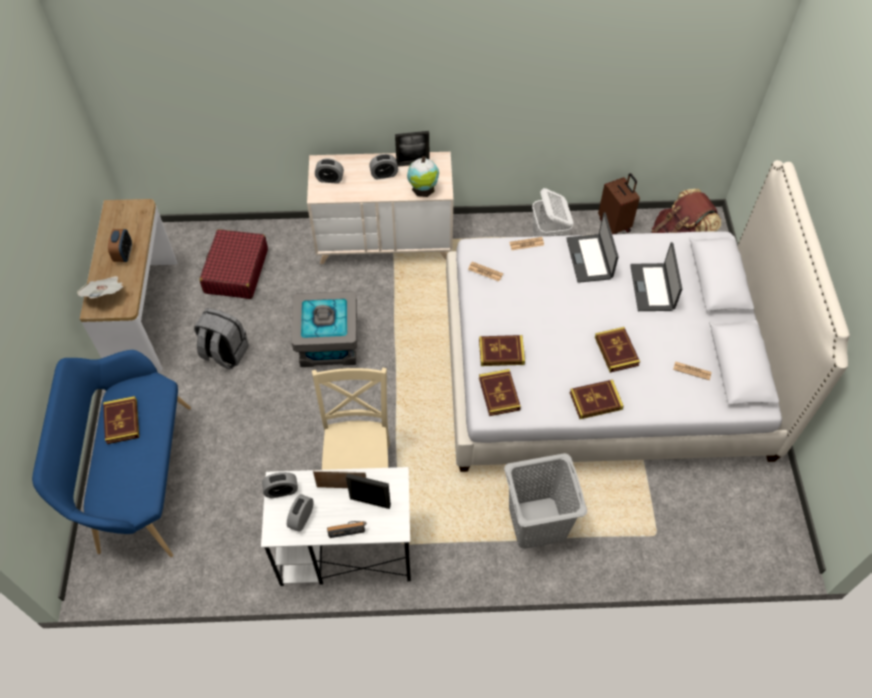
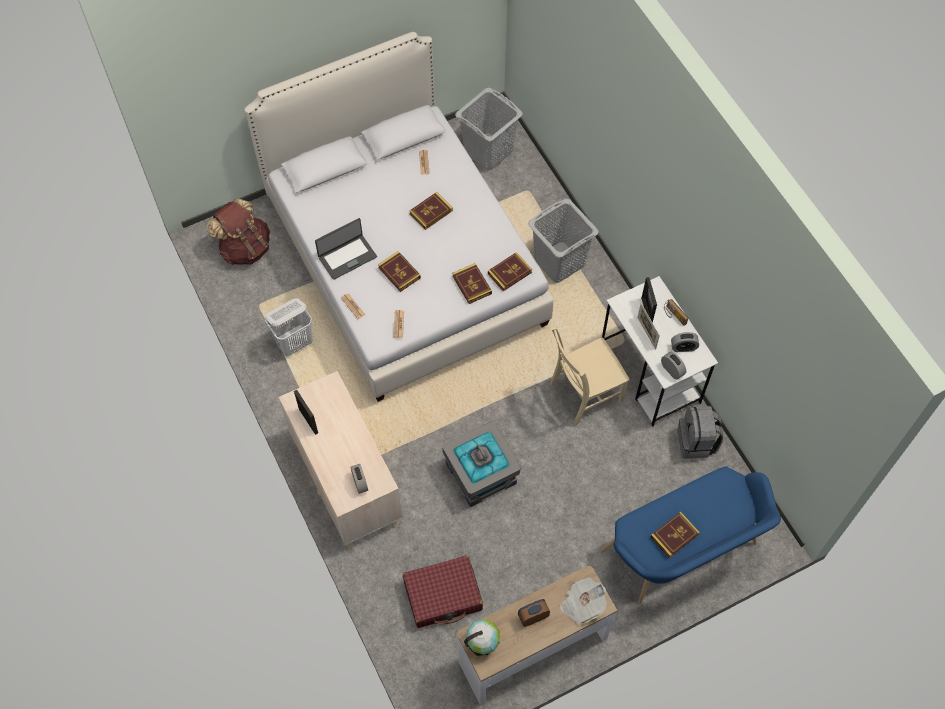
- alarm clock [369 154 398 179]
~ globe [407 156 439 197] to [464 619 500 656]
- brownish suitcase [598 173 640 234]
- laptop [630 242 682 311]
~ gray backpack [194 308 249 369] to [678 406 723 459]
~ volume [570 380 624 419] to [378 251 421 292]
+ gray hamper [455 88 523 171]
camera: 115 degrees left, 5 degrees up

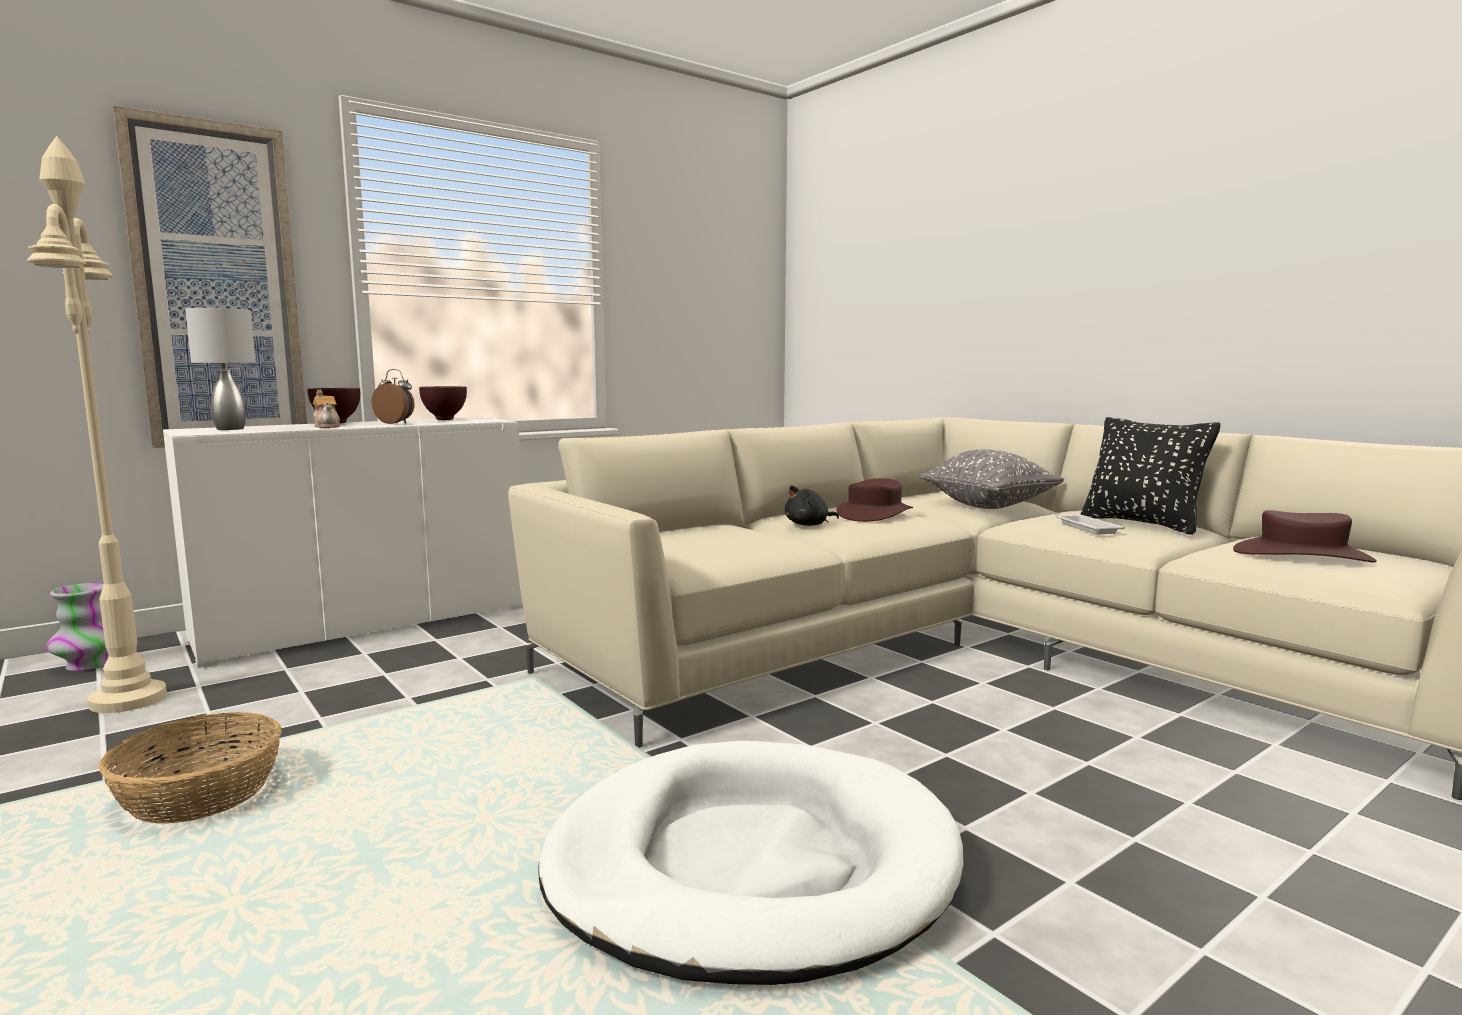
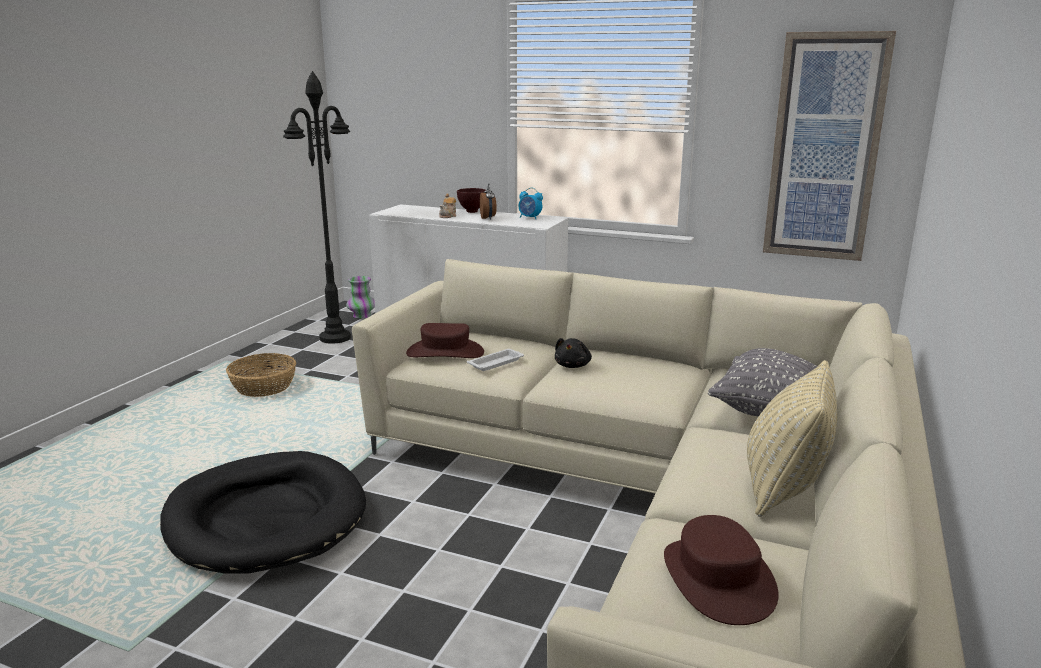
~ wall art [112 105 307 448] to [763 31 896 261]
~ sand-coloured standard lamp [27 136 167 713] to black standard lamp [283 71 351 344]
- gray tabletop lamp [185 307 256 430]
~ brownish serving bowl [419 386 467 420] to alarm clock [518 188 543 219]
~ black throw pillow [1081 417 1220 535] to sand-coloured throw pillow [747 360 837 517]
~ brownish wearable hat [836 478 913 522] to [406 323 484 358]
~ black soft toy [785 485 839 526] = [555 338 592 368] 105 degrees counterclockwise
~ white-coloured serving tray [1056 515 1125 534] to [467 349 524 371]
~ white-coloured dog bed [538 741 963 985] to black dog bed [160 451 366 574]
camera: 60 degrees right, 10 degrees up

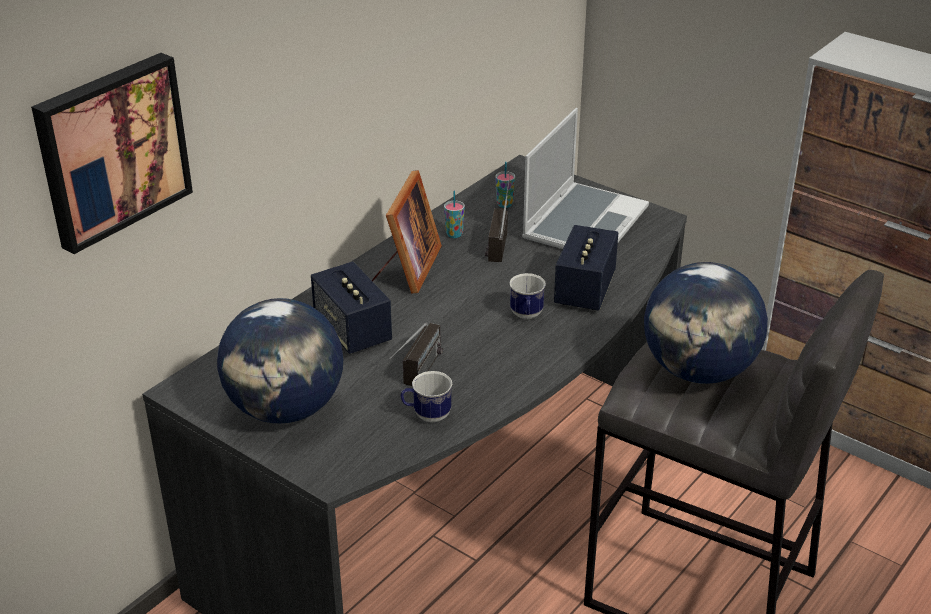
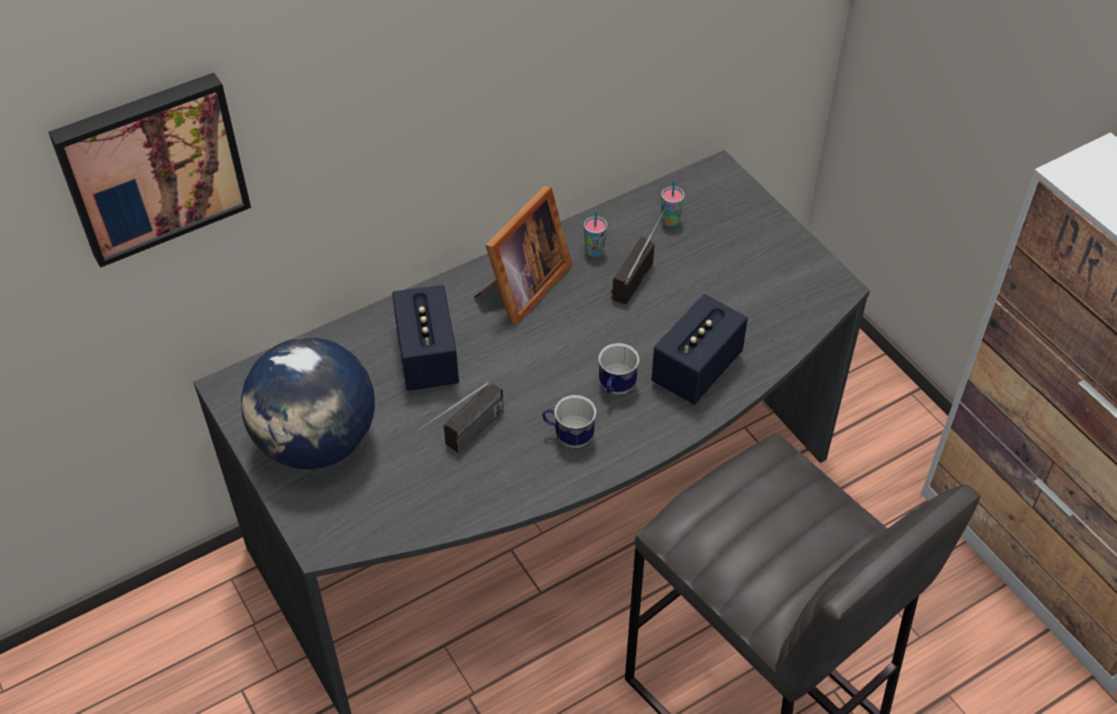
- laptop [522 108 649 249]
- globe [644 262 768 384]
~ tea mug [401 371 452 422] to [542 395 596 448]
camera: 20 degrees right, 15 degrees up

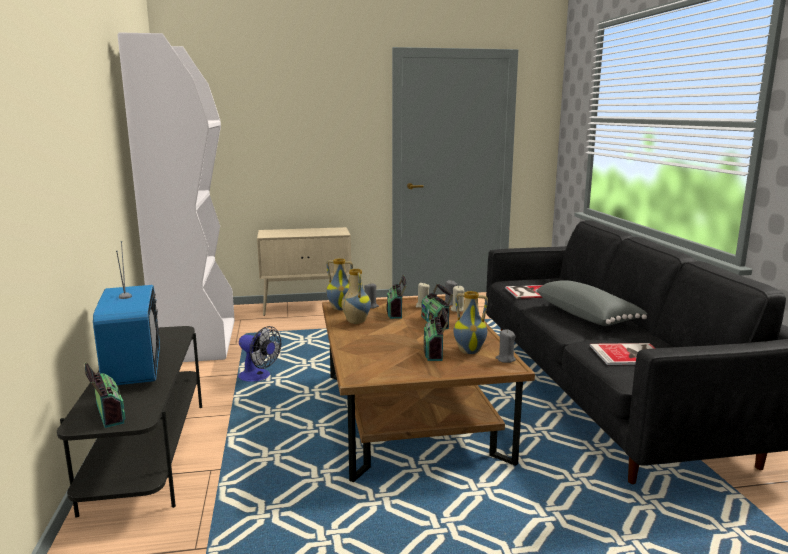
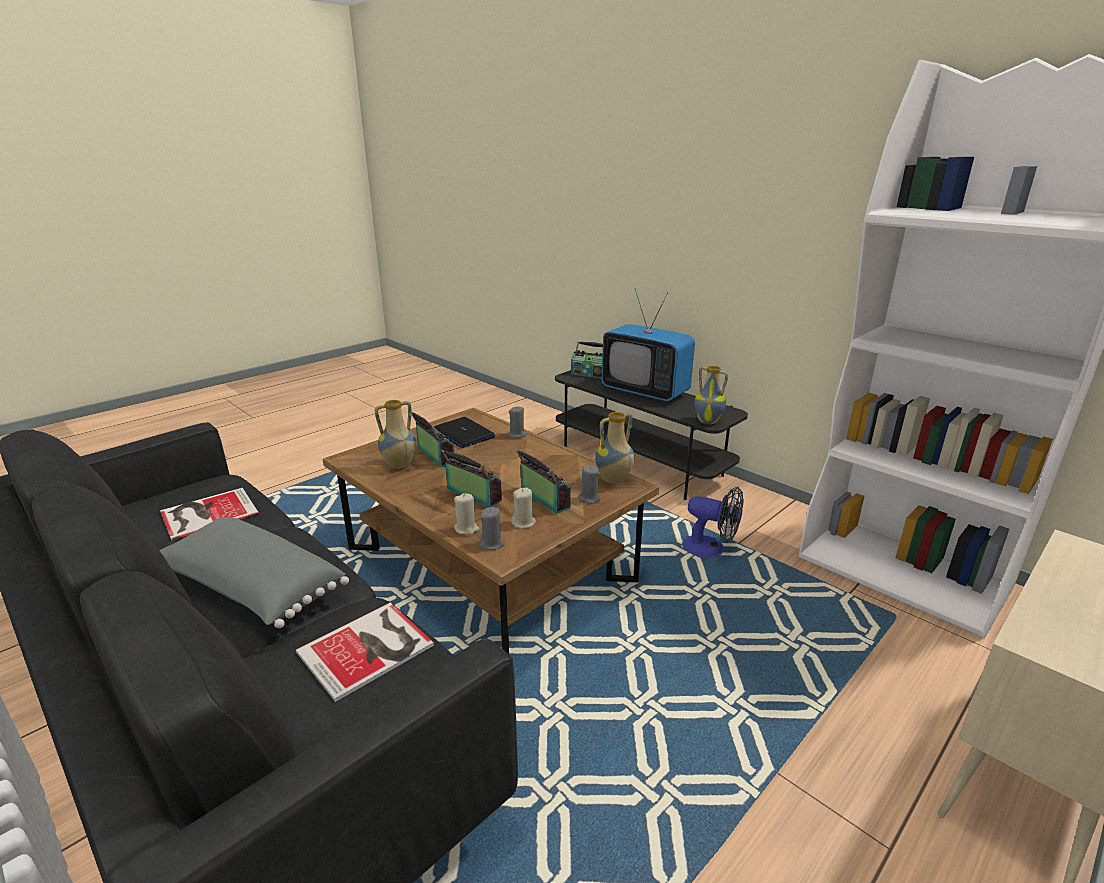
~ decorative vase [341 269 371 324] to [694 366 728 424]
~ electric fan [238 326 281 382] = [682 487 744 558] 150 degrees counterclockwise
~ gray candle [496 329 516 363] to [508 406 527 438]
+ laptop [434 417 495 448]
camera: 145 degrees right, 10 degrees up

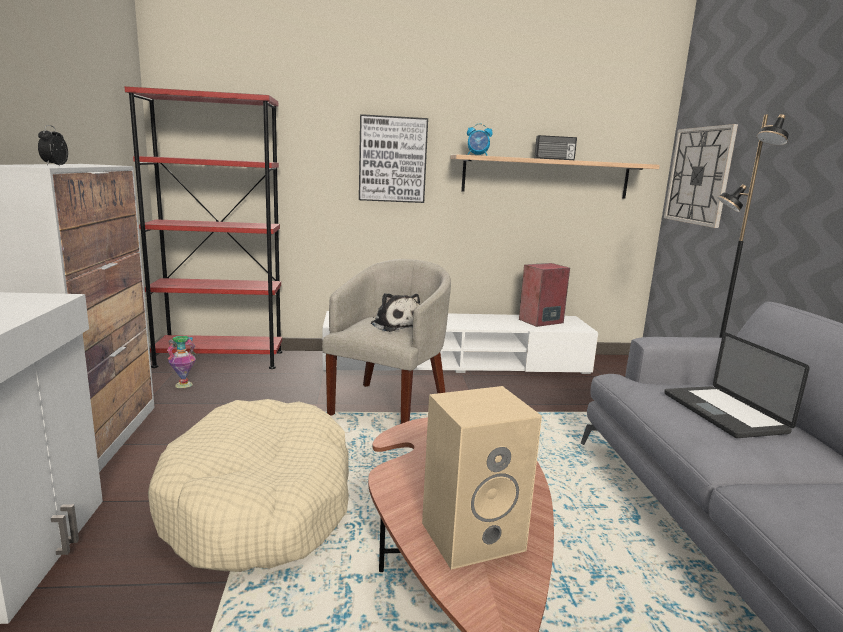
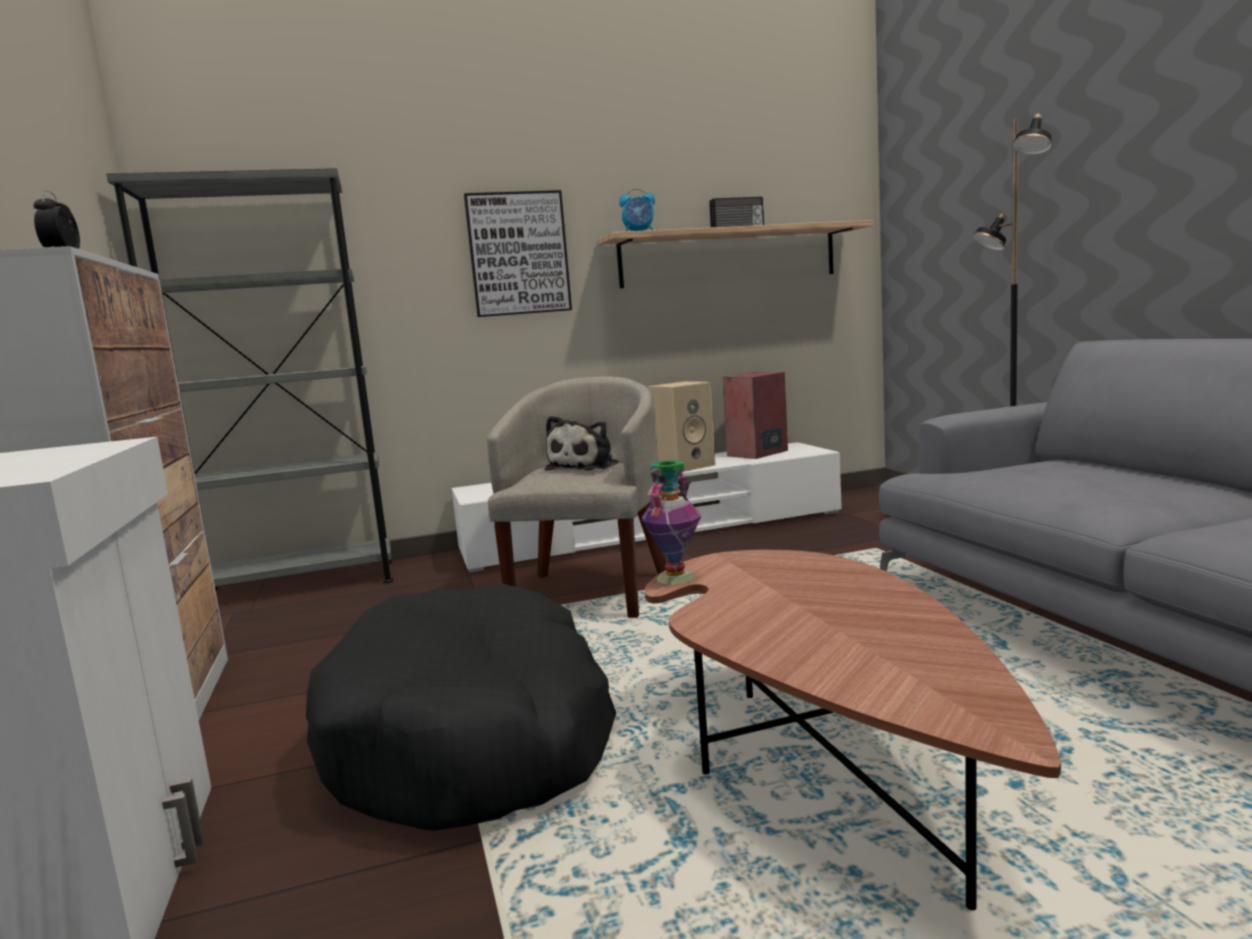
~ red shelving unit [124 86 282 369] to gray shelving unit [106 168 393 590]
- hanging clock [664 124 738 228]
~ soft toy [371 293 420 332] = [545 416 618 471] 75 degrees clockwise
- laptop [664 332 810 438]
~ decorative vase [167 336 196 388] to [642 460 701 585]
~ sand-coloured loudspeaker [422 386 542 570] to [647 381 716 472]
~ sand-coloured dog bed [148 399 349 572] to black dog bed [306 584 616 831]
camera: 10 degrees left, 5 degrees down

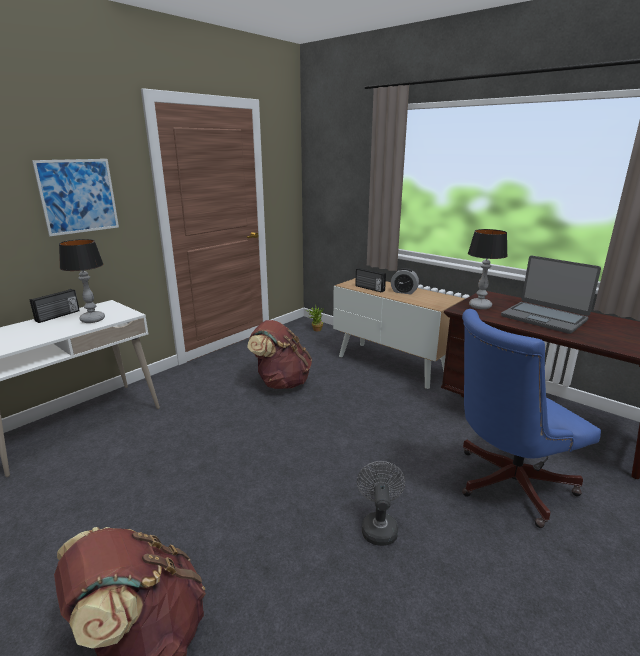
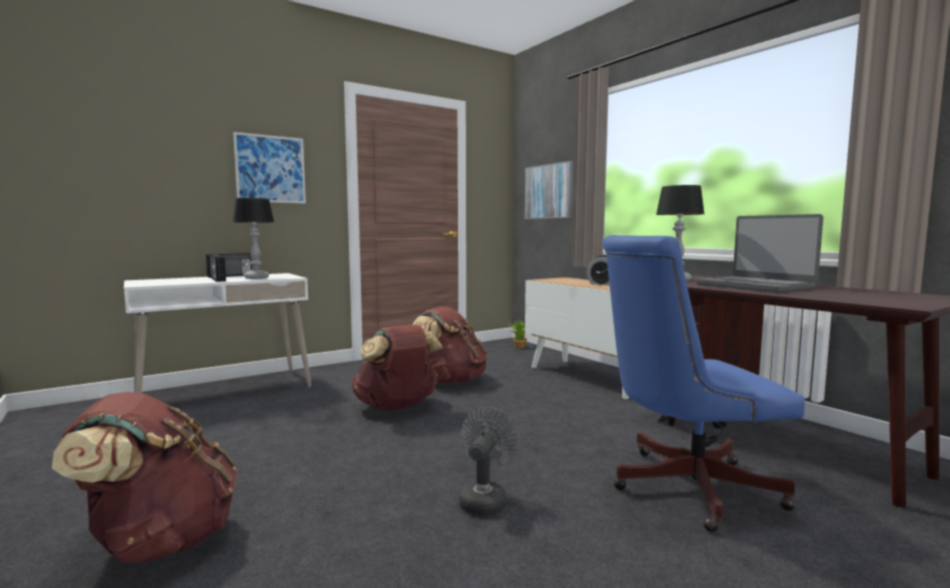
~ radio receiver [355 268 386 293] to [210 255 226 282]
+ wall art [525 161 573 219]
+ brownish backpack [352 324 443 410]
camera: 15 degrees right, 15 degrees down

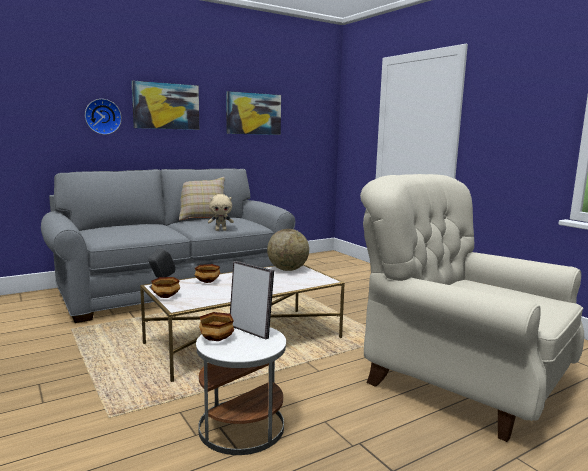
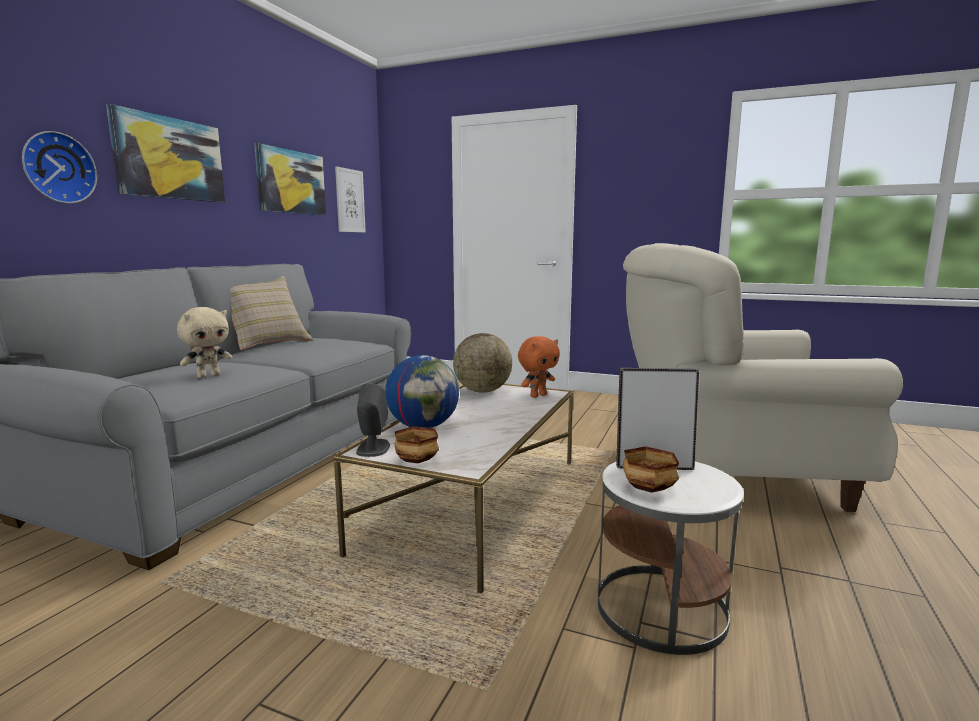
~ sand-coloured soft toy [208 194 234 231] to [177 307 232 378]
~ serving bowl [195 264 220 283] to globe [385 355 459 428]
+ wall art [335 166 366 233]
+ orange-coloured soft toy [518 336 560 398]
camera: 35 degrees left, 0 degrees up

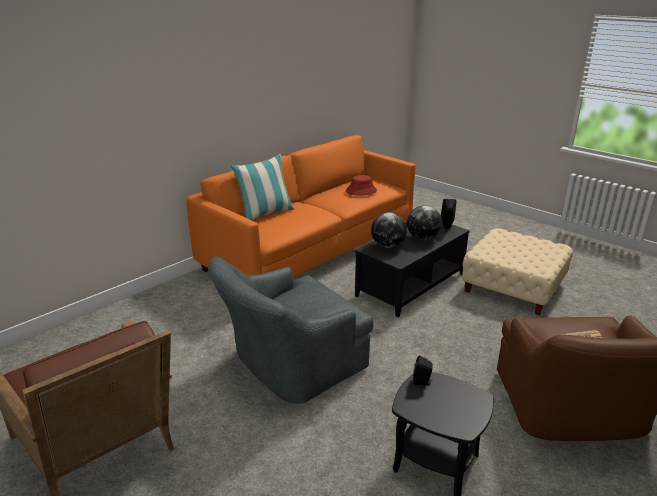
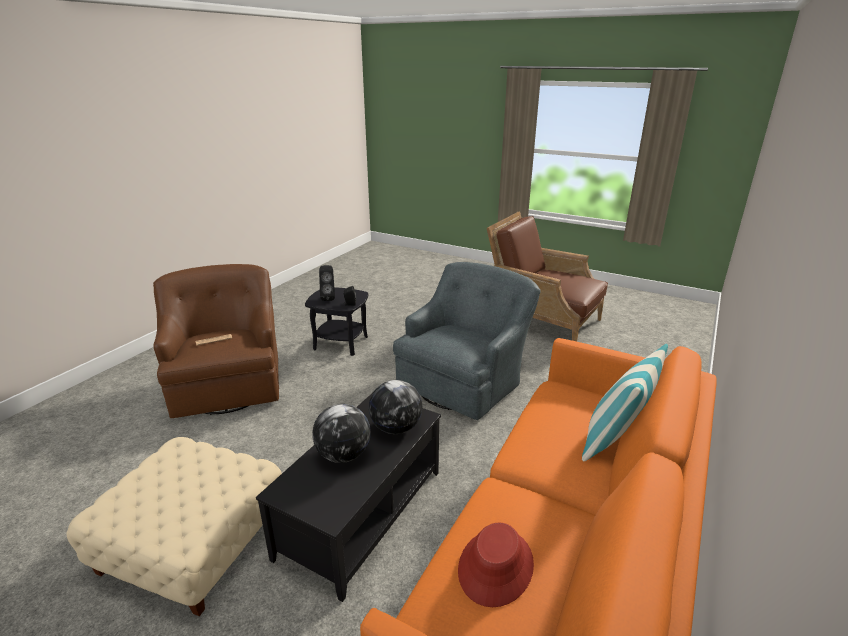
~ black loudspeaker [441 199 457 229] to [319 265 335 301]
camera: 165 degrees right, 0 degrees up

